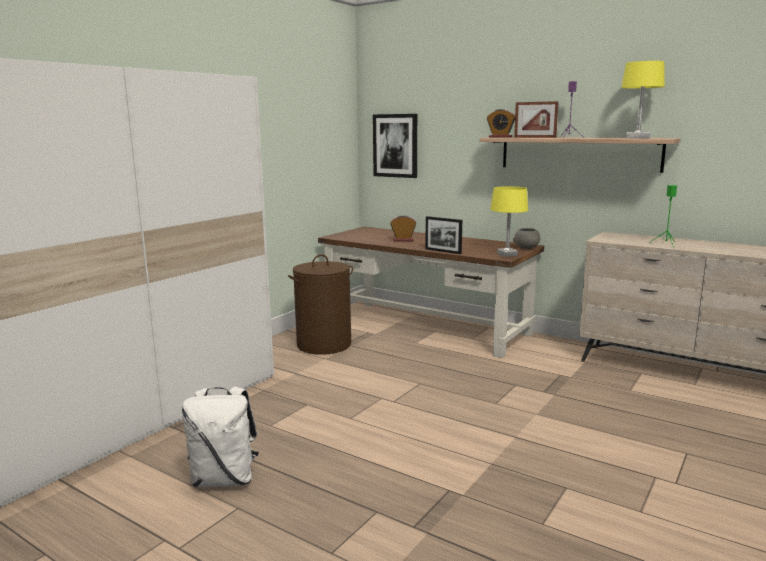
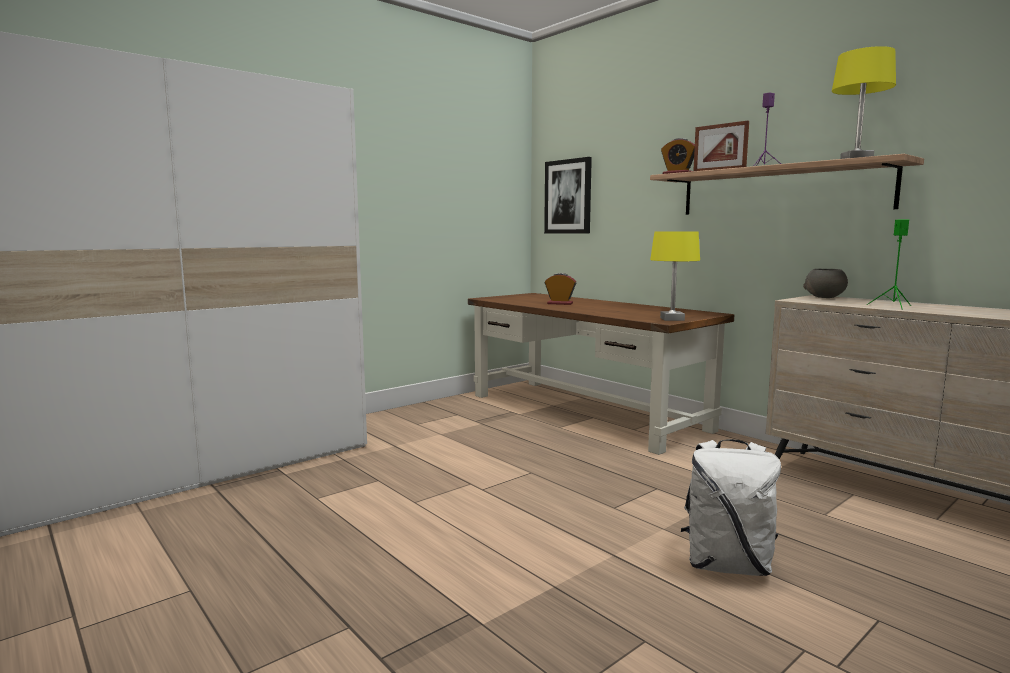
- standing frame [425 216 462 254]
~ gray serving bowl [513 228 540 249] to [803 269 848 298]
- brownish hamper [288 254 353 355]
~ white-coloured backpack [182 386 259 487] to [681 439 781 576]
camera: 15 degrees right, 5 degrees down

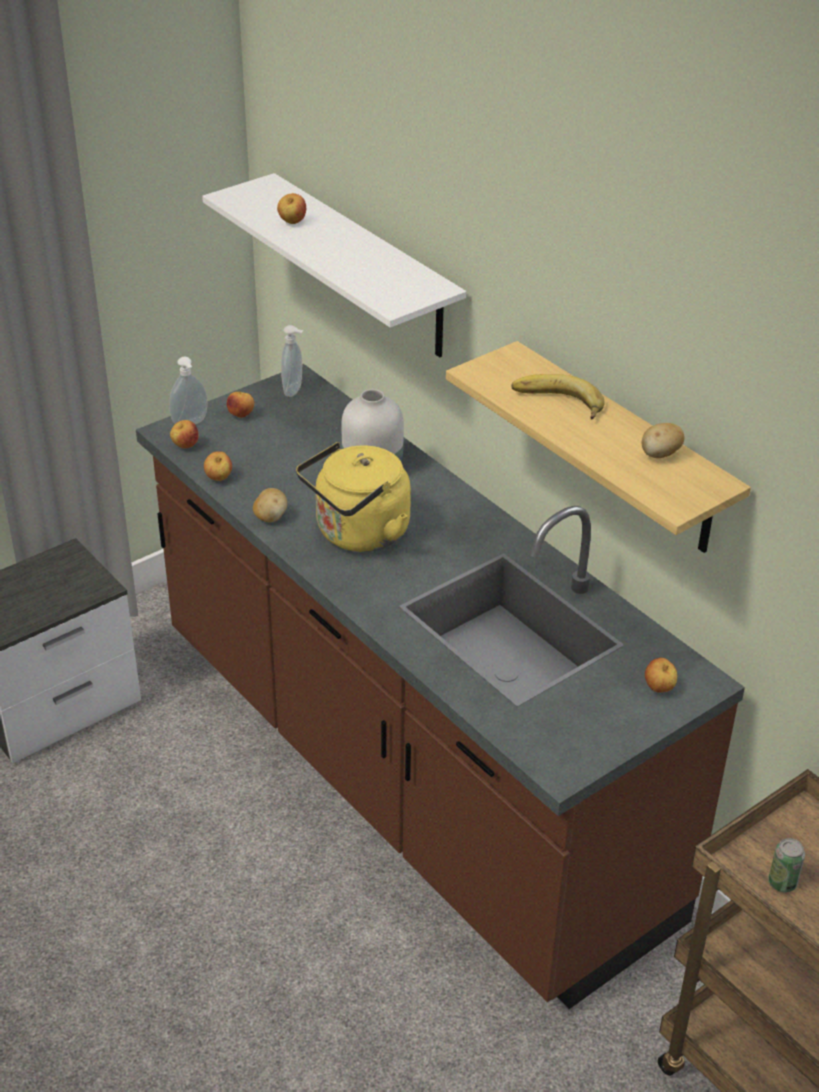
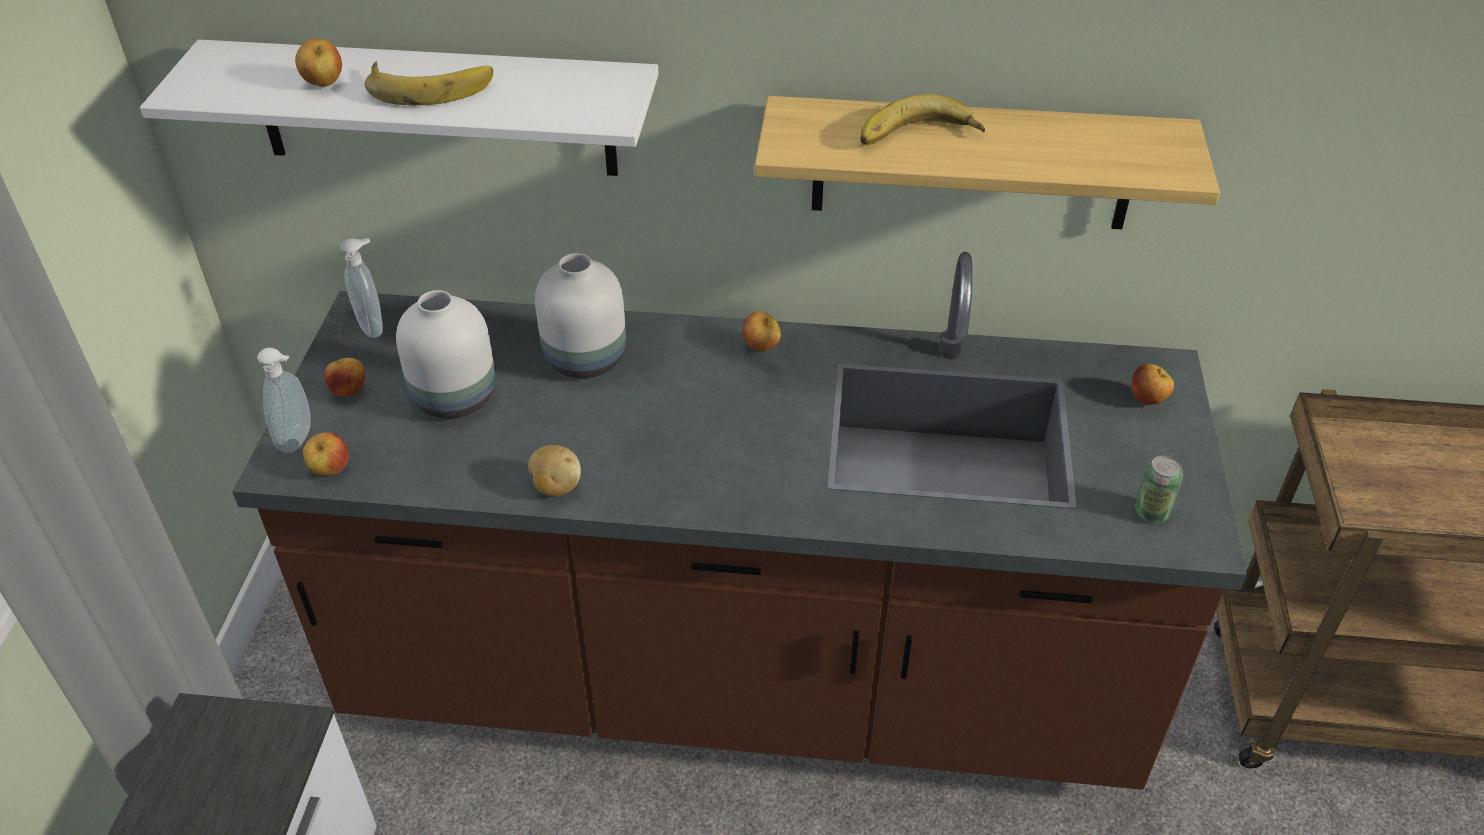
- spud [642 423 684 458]
- yellow-coloured kettle [296 442 411 552]
~ whole apple [204 451 232 481] to [743 311 781 352]
~ metal can [768 838 805 893] to [1135 455 1183 522]
+ banana [365 61 493 106]
+ white-coloured decorative vase [396 290 495 418]
camera: 45 degrees left, 5 degrees up

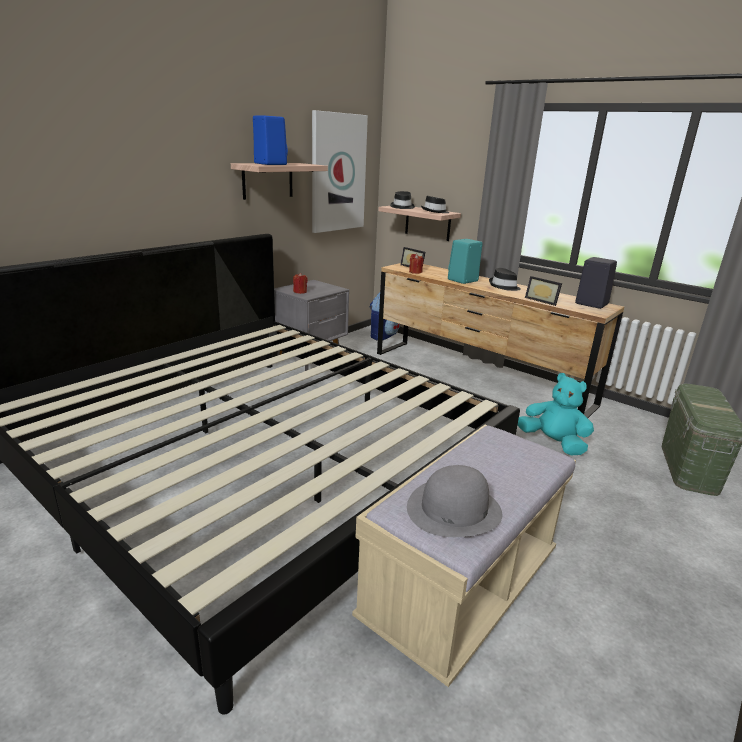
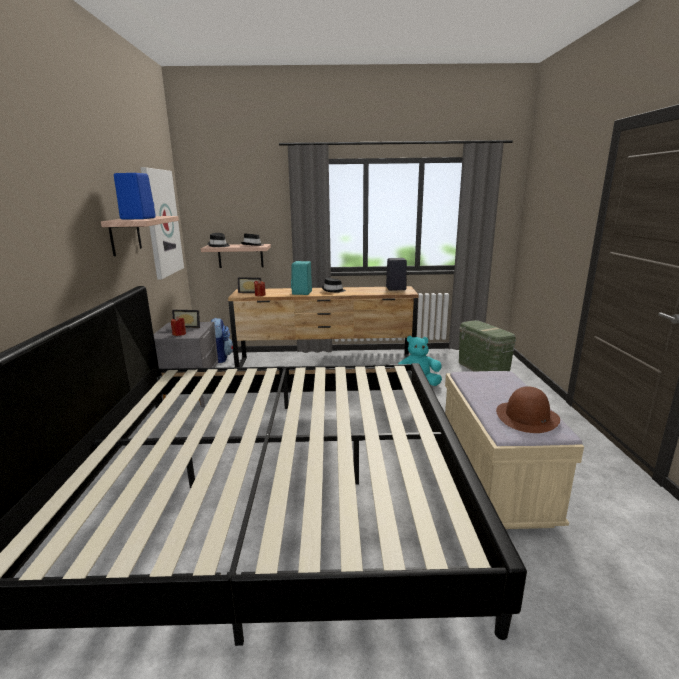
~ standing frame [525 276 562 306] to [172 310 200 328]
~ gray wearable hat [407 465 502 537] to brownish wearable hat [496 386 560 433]
camera: 40 degrees left, 5 degrees down

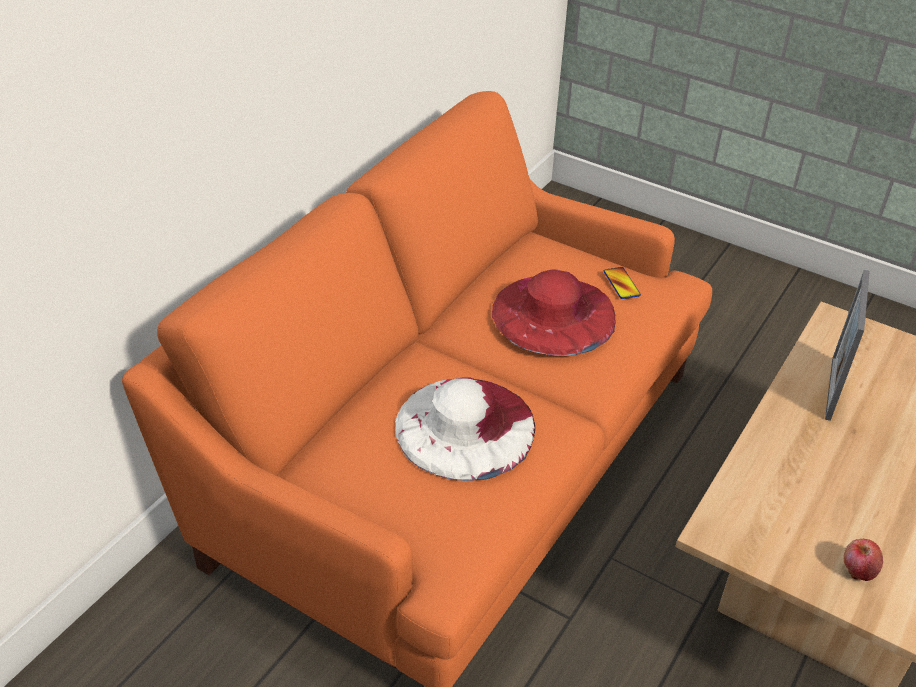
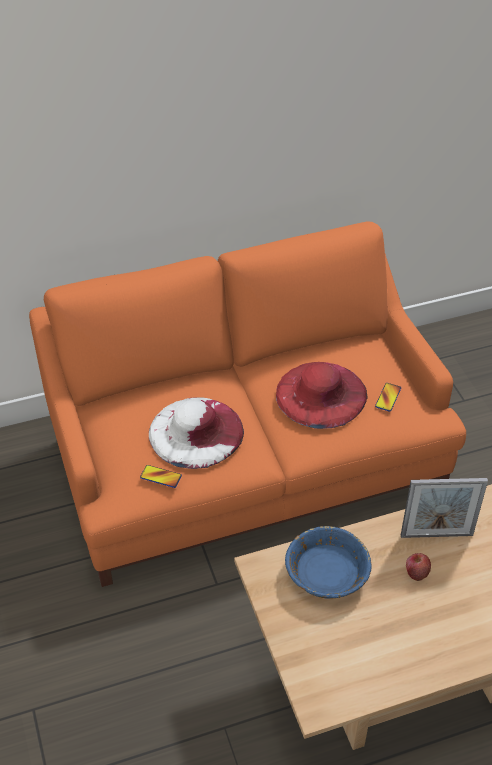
~ standing frame [825 270 870 421] = [401 478 488 538] 150 degrees counterclockwise
~ whole apple [844 539 883 581] to [406 553 431 581]
+ phone [140 465 182 488]
+ bluish serving bowl [285 526 371 599]
camera: 40 degrees right, 5 degrees up

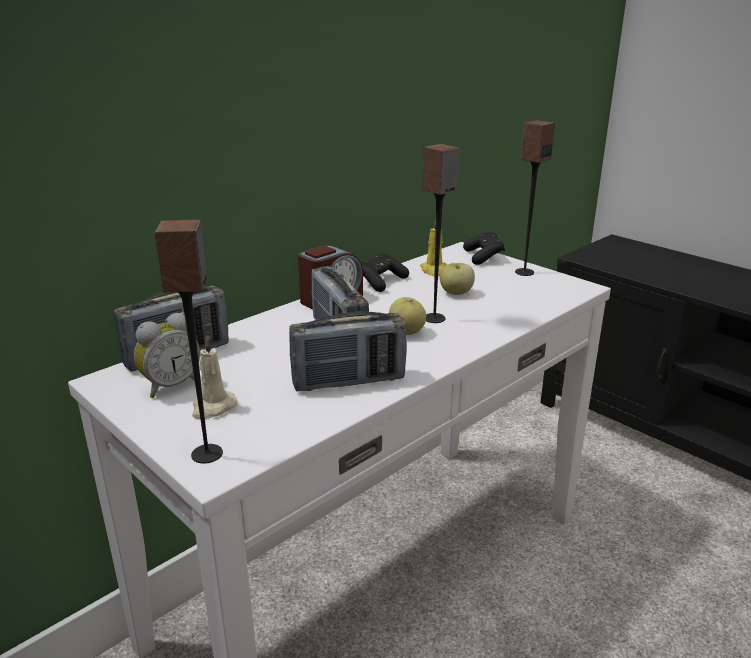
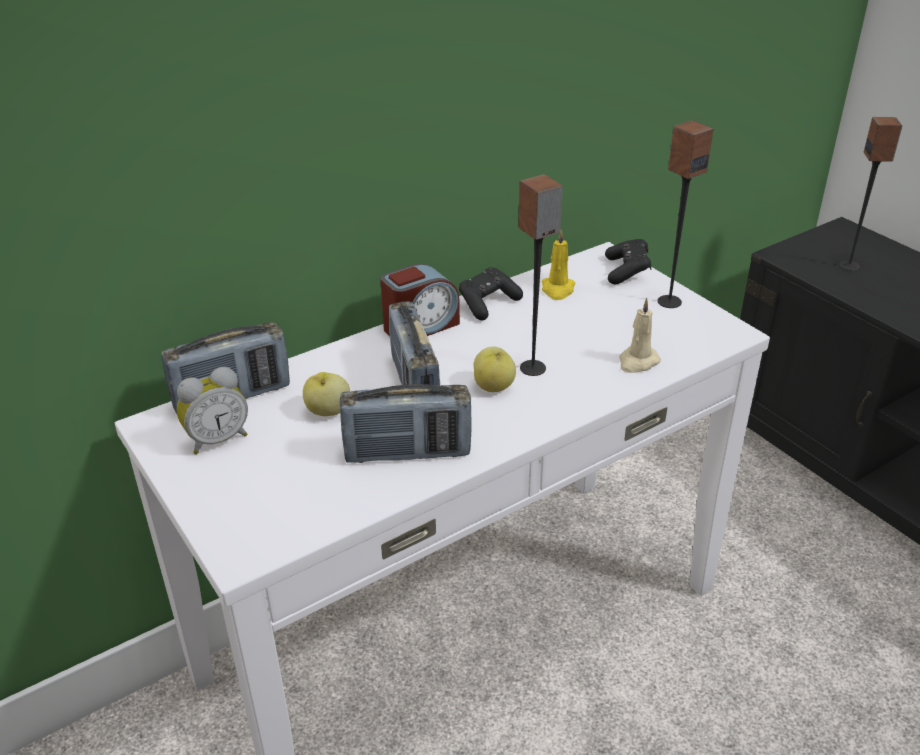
~ loudspeaker [155 220 223 464] to [839 117 902 271]
~ whole apple [440 263 475 295] to [303 372 350 416]
~ sand-coloured candle [192 336 238 419] to [619 298 661 373]
camera: 10 degrees right, 10 degrees up

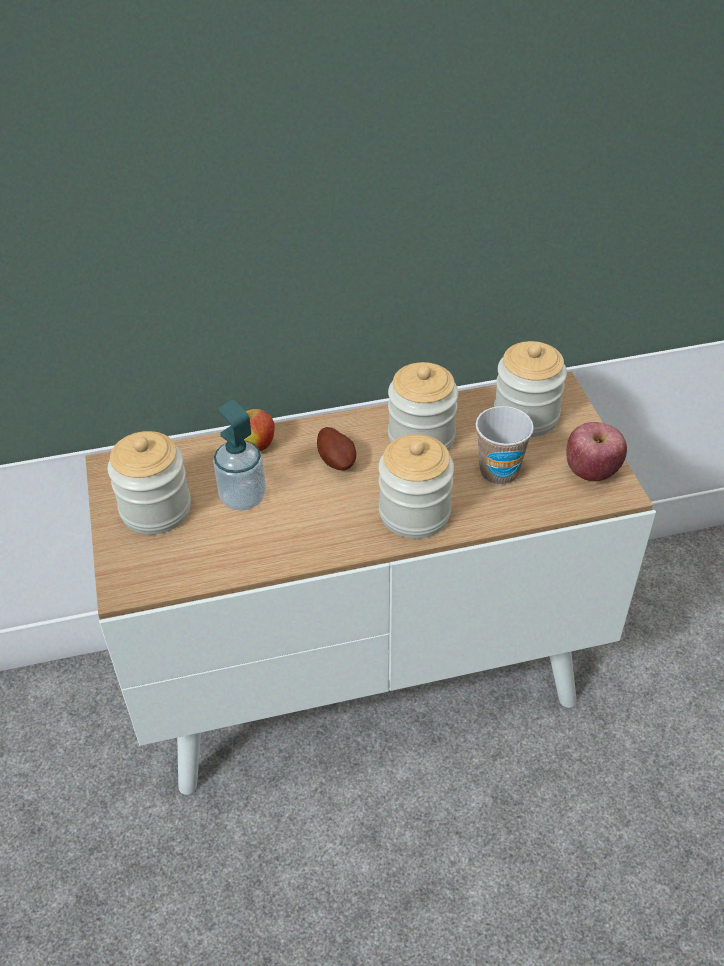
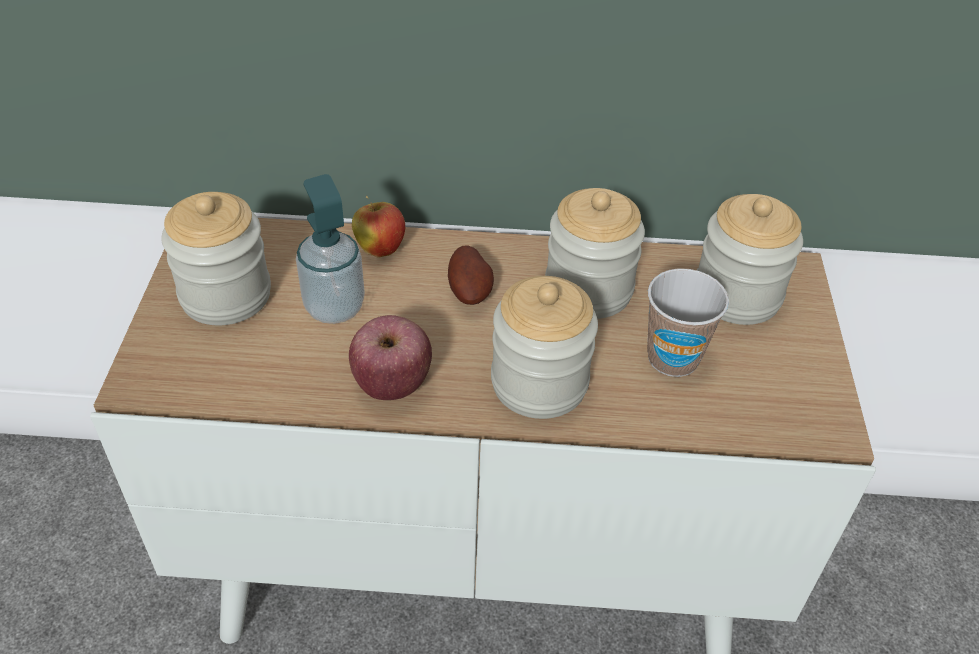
~ whole apple [566 422 627 481] to [349 315 432 400]
camera: 15 degrees right, 0 degrees up

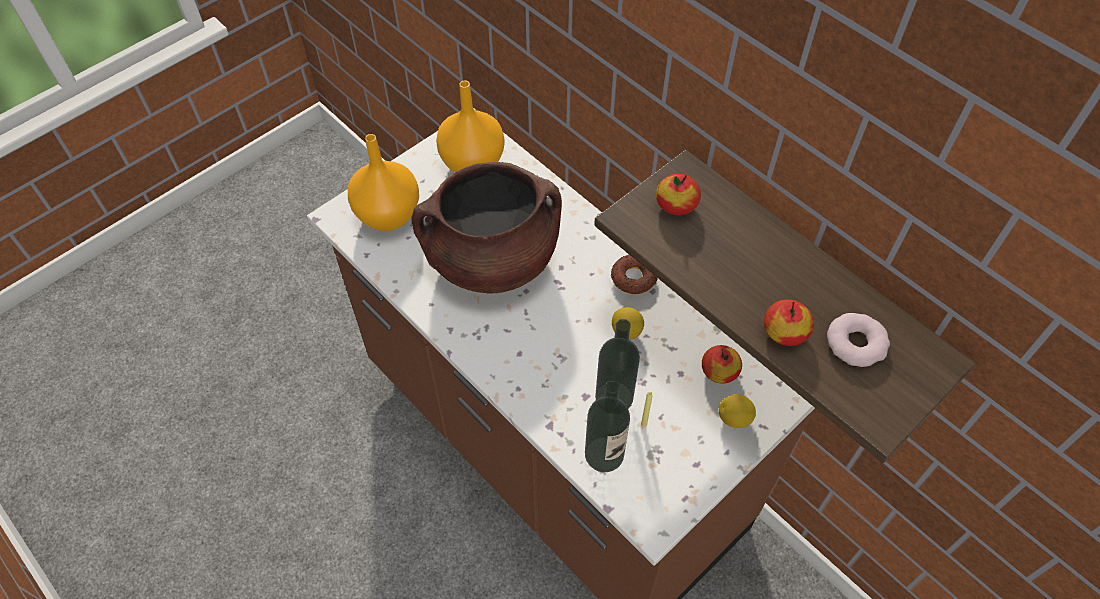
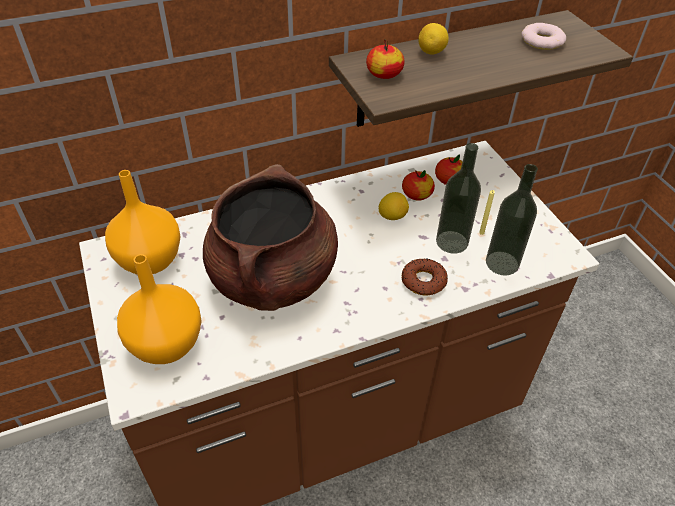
~ donut [611 254 658 294] to [401 259 448 295]
~ whole apple [764 300 814 346] to [402 170 435 201]
~ lemon [719 394 756 428] to [418 23 449 54]
camera: 70 degrees left, 10 degrees down

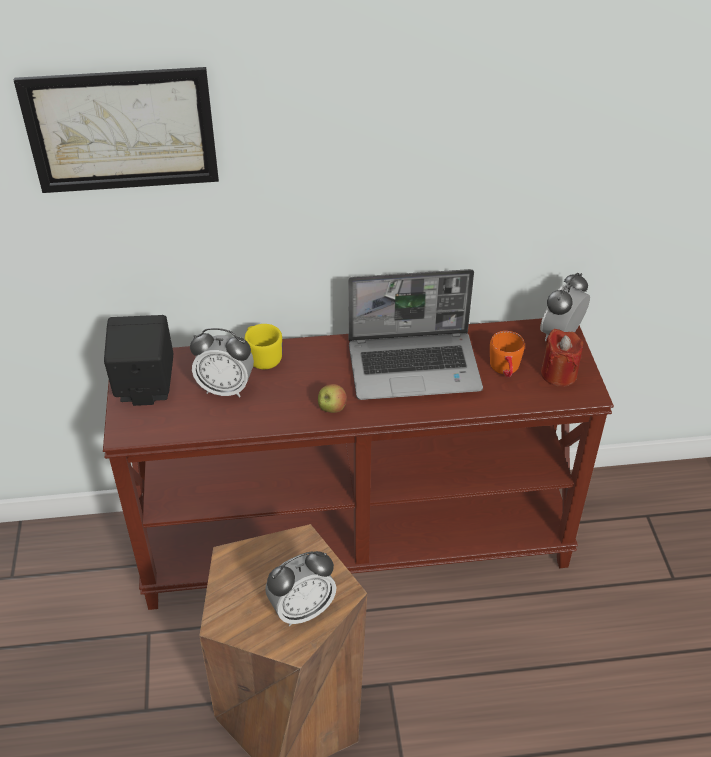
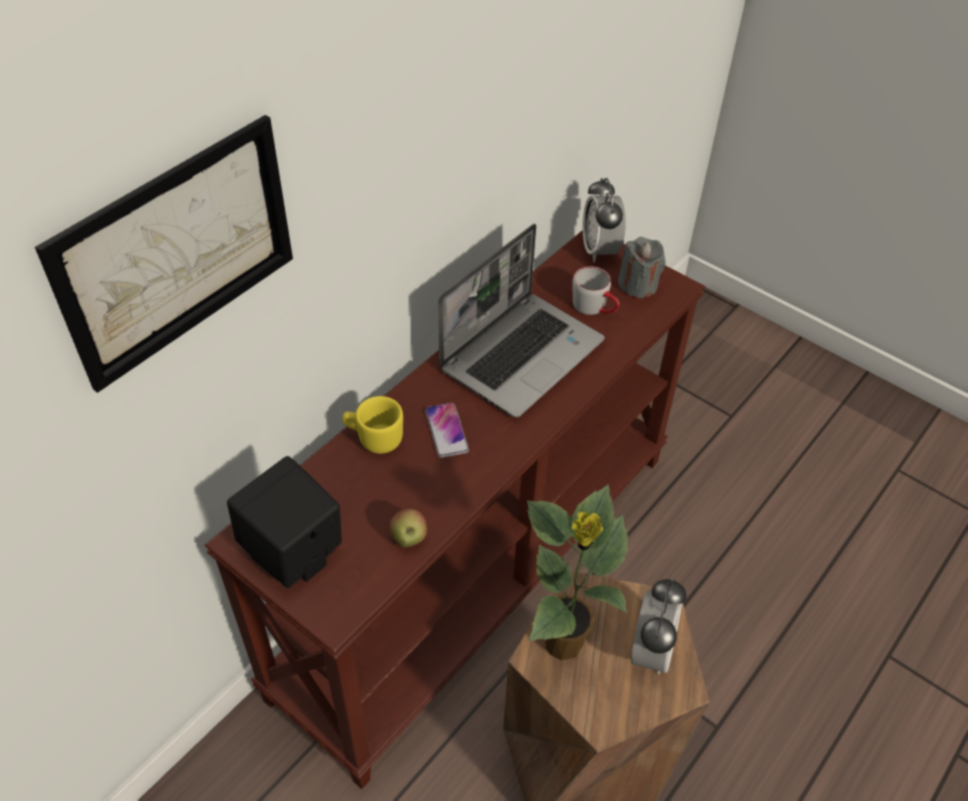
- alarm clock [190 328 254 397]
~ red candle [541 329 584 387] to gray candle [618 237 666 298]
~ orange-coloured tea mug [490 331 525 377] to gray tea mug [572 266 620 315]
~ whole apple [318 384 347 413] to [389 509 427 548]
+ phone [425 403 469 458]
+ houseplant [527 485 628 660]
camera: 45 degrees left, 5 degrees up

